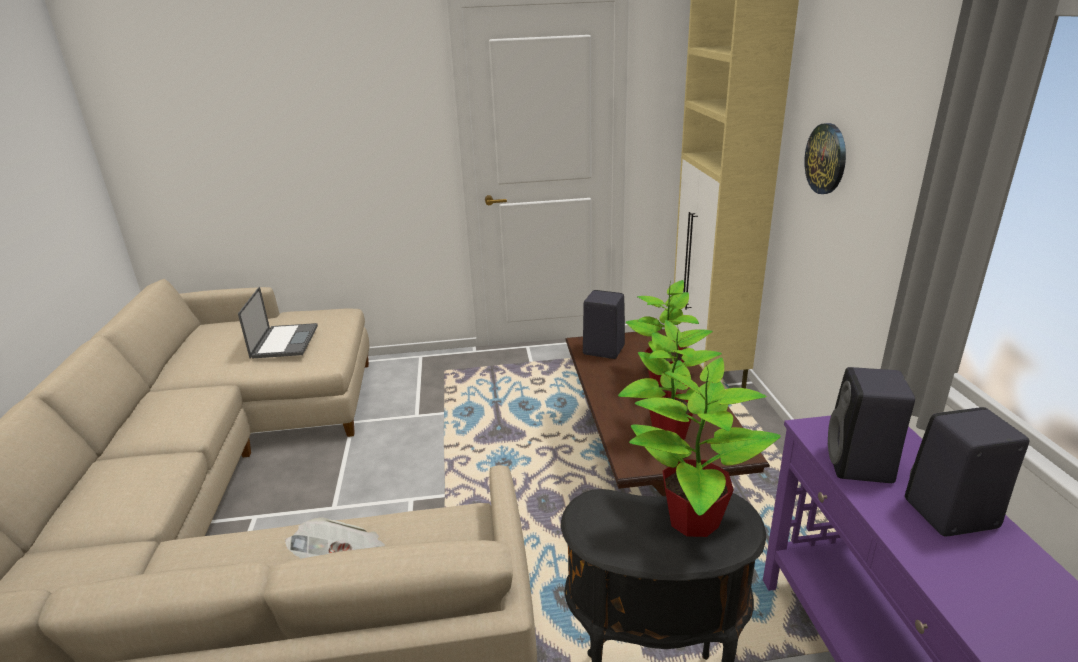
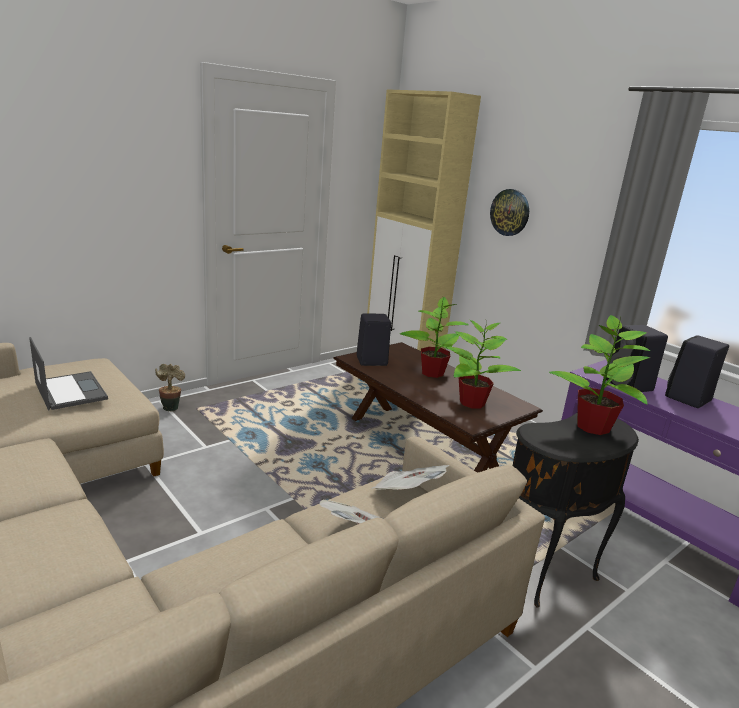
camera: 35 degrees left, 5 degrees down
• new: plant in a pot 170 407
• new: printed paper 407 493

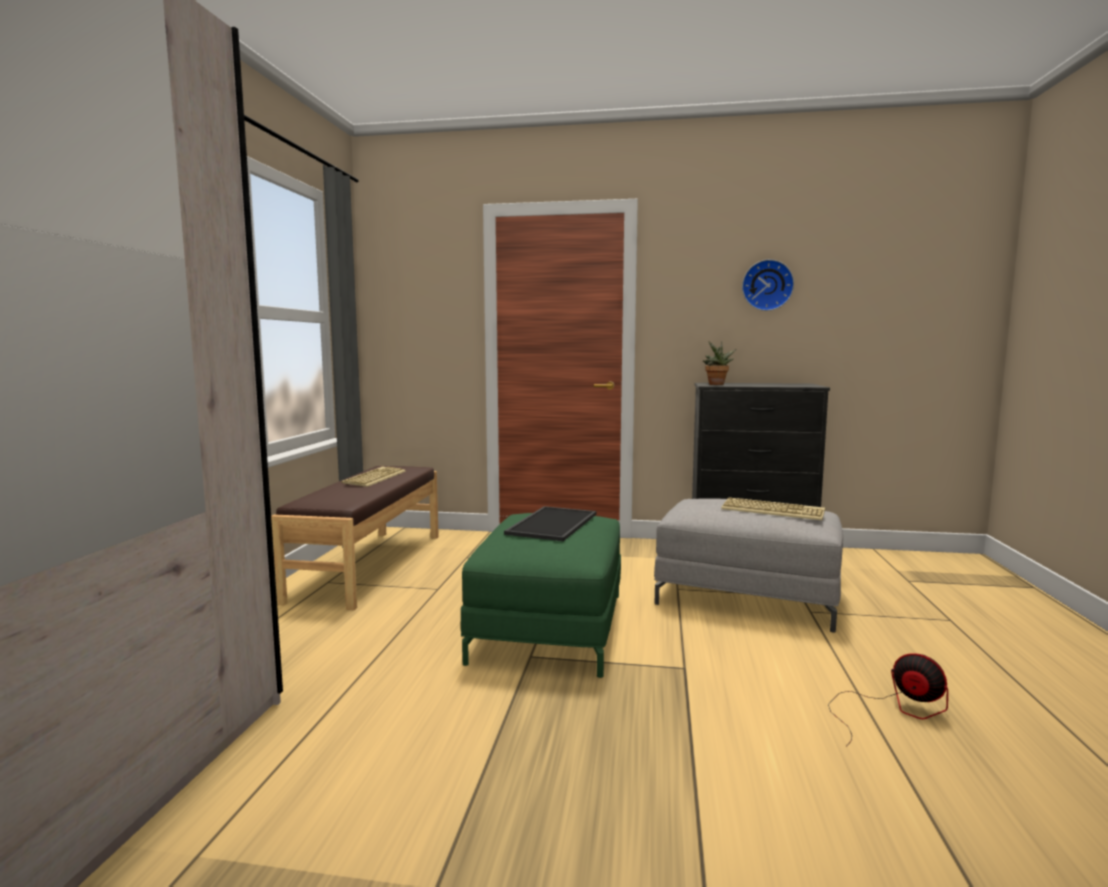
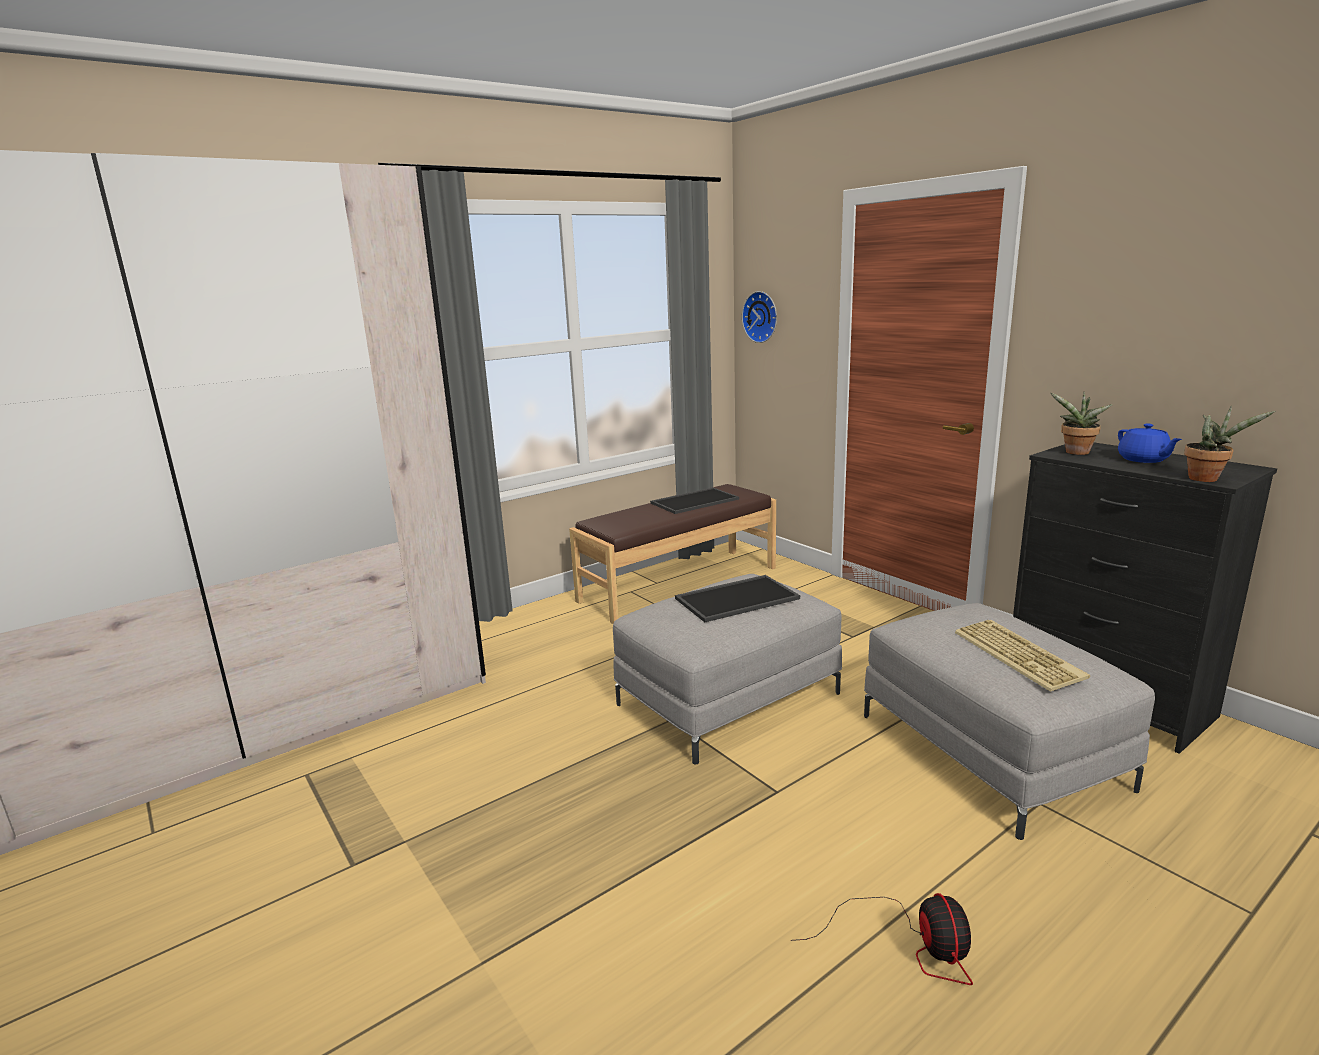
camera: 45 degrees right, 10 degrees up
• repainted: green-coloured ottoman 548 626 to grey ottoman 727 698
• swapped: keyboard 374 477 to carrying tray 694 501
• shifted: clock on the wall 767 285 to 762 317
• new: bluish teapot 1143 460
• new: plant in a pot 1207 479

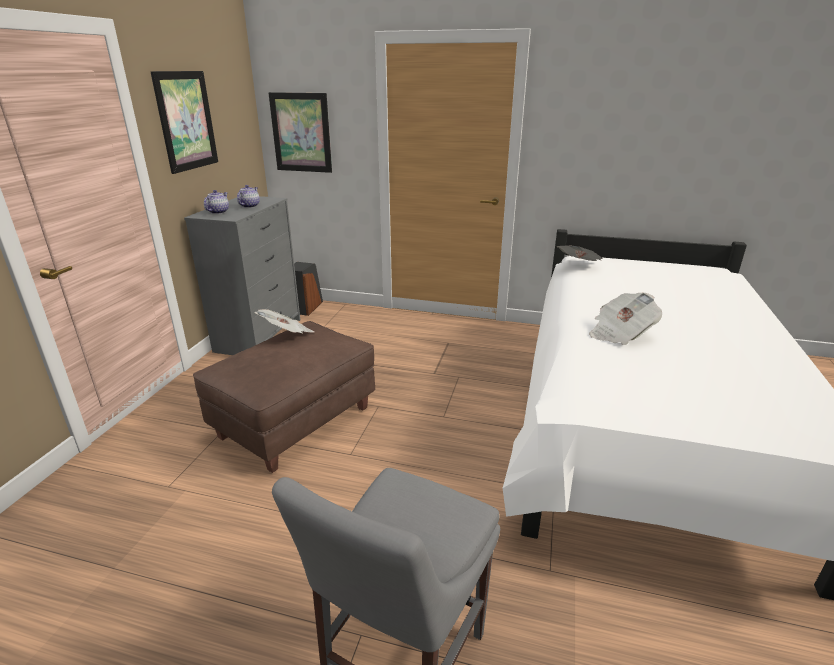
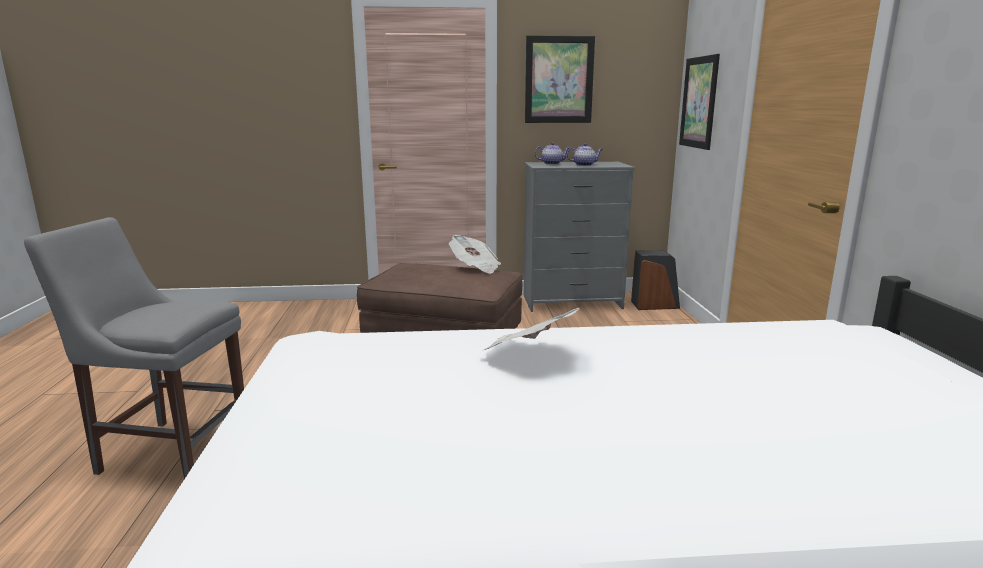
camera: 70 degrees right, 10 degrees down
• gone: printed paper 579 265

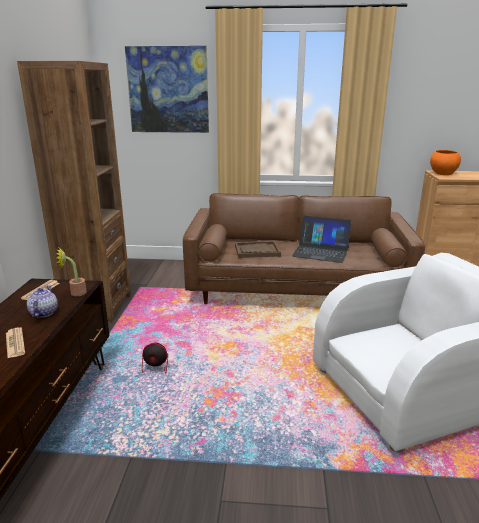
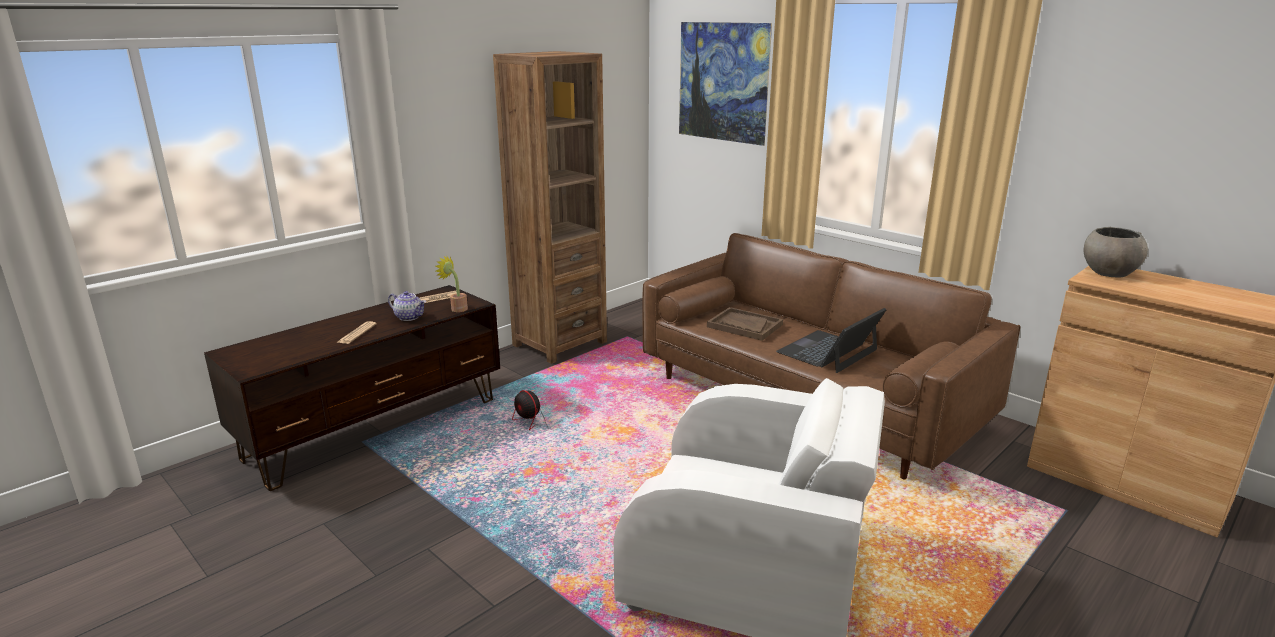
camera: 40 degrees right, 0 degrees up
• rotated: teapot 43 313 = 409 317 75 degrees clockwise
• rotated: portable computer 321 251 = 828 351 75 degrees clockwise
• repainted: orange deep dish 442 173 to grey deep dish 1108 273

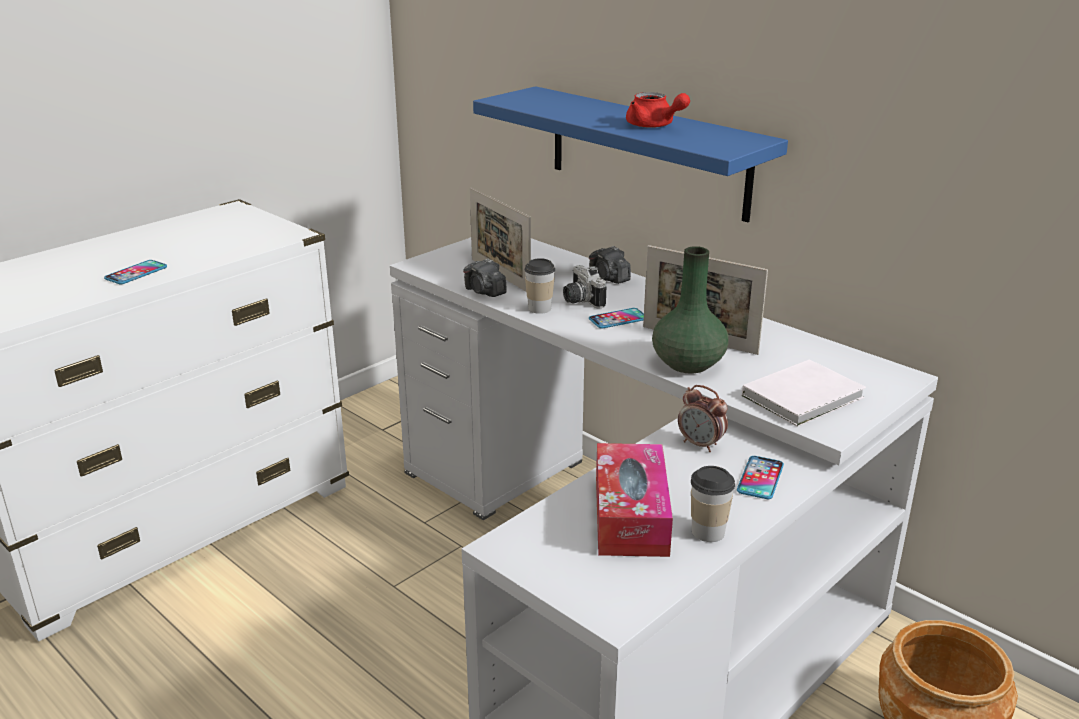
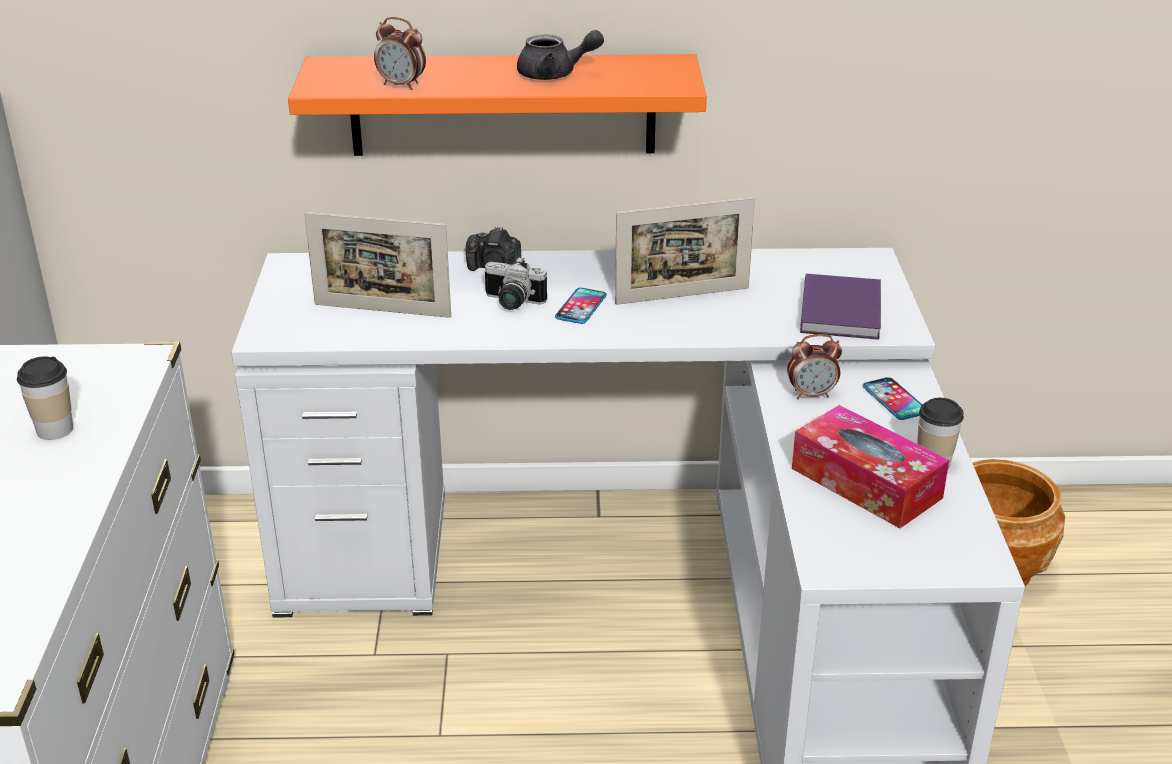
camera: 45 degrees left, 5 degrees up
• shifted: cup 539 308 to 54 429
• repainted: bluish bracket shelf 647 152 to orange bracket shelf 503 104
• new: table clock 402 85
• repainted: red-coloured teapot 654 126 to grey teapot 555 74
• repainted: whitish bound book 806 396 to purplish bound book 842 310
• gone: handset 136 273
• gone: photo camera 485 292
• gone: green-coloured decorative vase 687 364

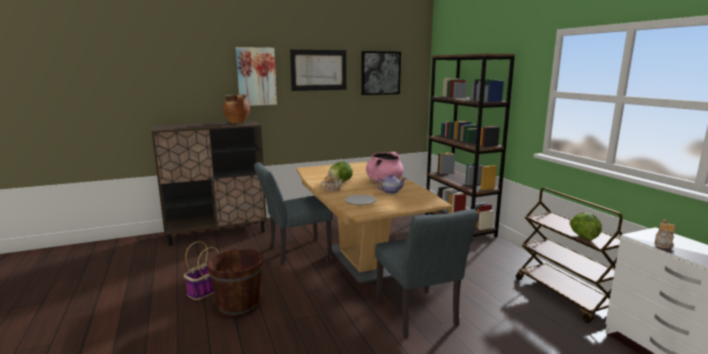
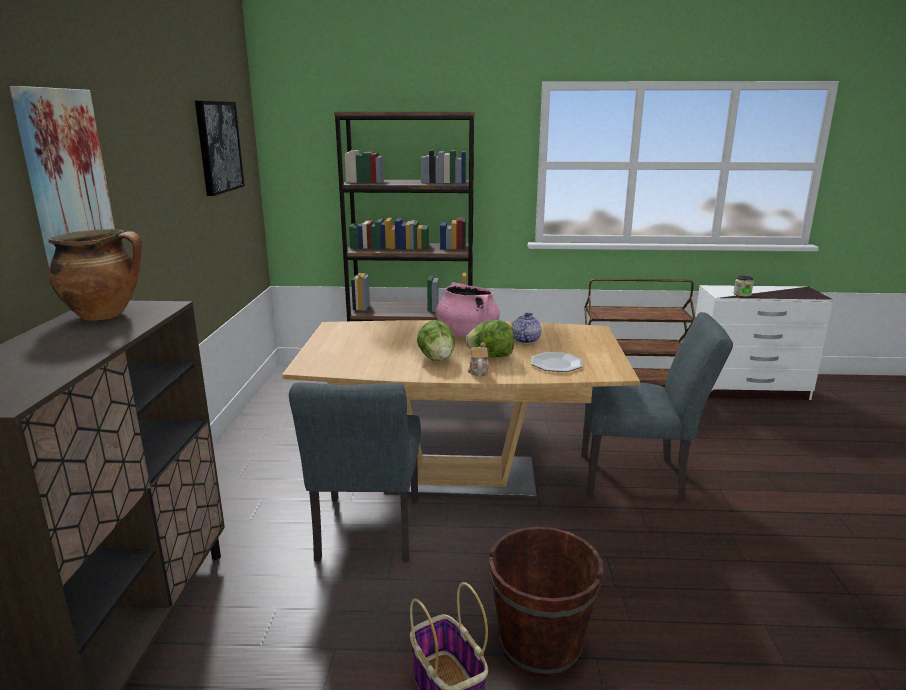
camera: 65 degrees left, 5 degrees up
• shifted: lettuce 583 237 to 491 356
• swapped: teapot 663 244 to jar 742 294
• gone: wall picture 319 70

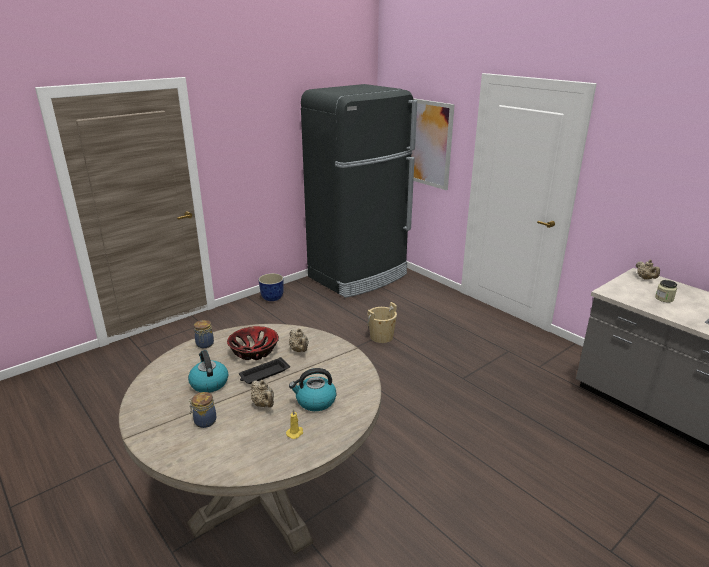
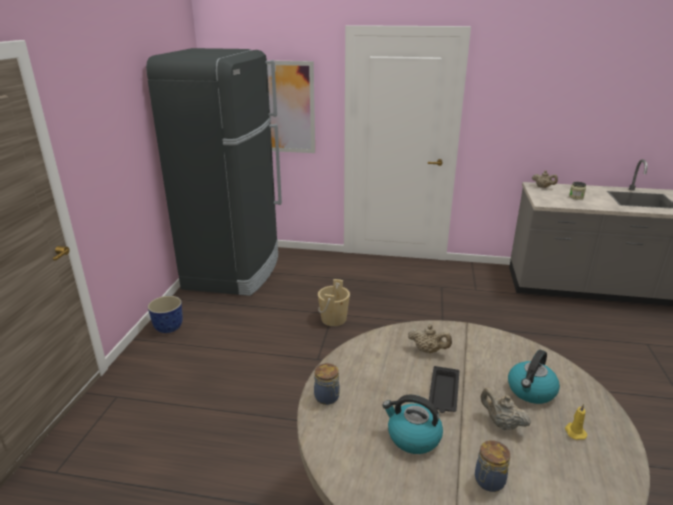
camera: 40 degrees left, 0 degrees up
• rotated: beige-coloured teapot 264 404 = 501 423 150 degrees counterclockwise
• gone: deep dish 254 352

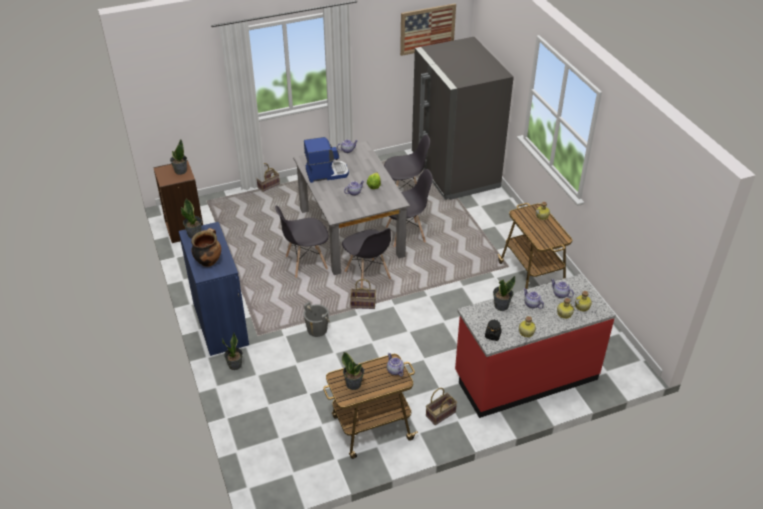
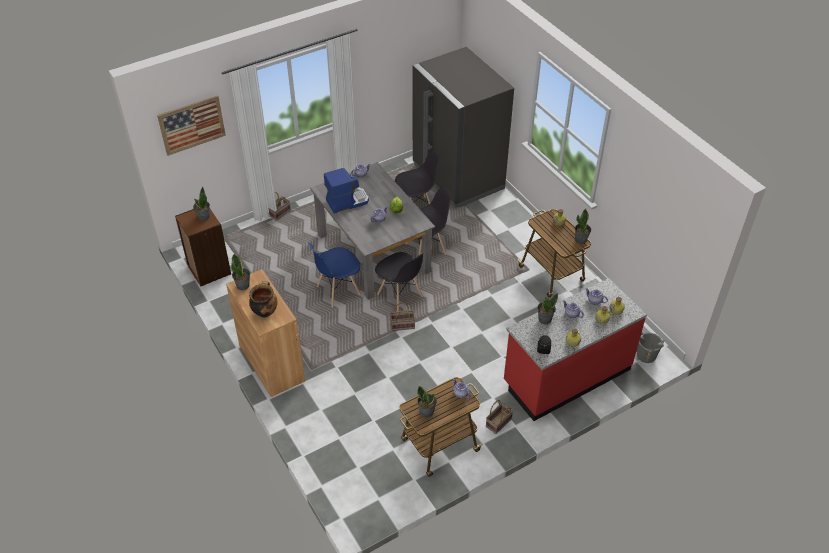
camera: 10 degrees left, 5 degrees up
• shifted: wall picture 427 29 to 192 125
• repainted: bluish cabinet 220 323 to brownish cabinet 271 363
• repainted: grey upright chair 305 263 to bluish upright chair 337 291
• shifted: plant in a pot 235 365 to 581 239
• shifted: grey bucket 317 329 to 646 355

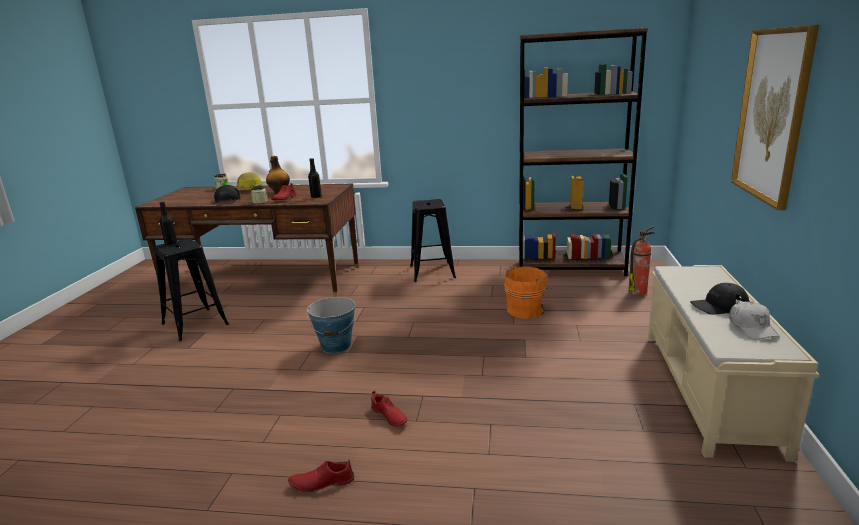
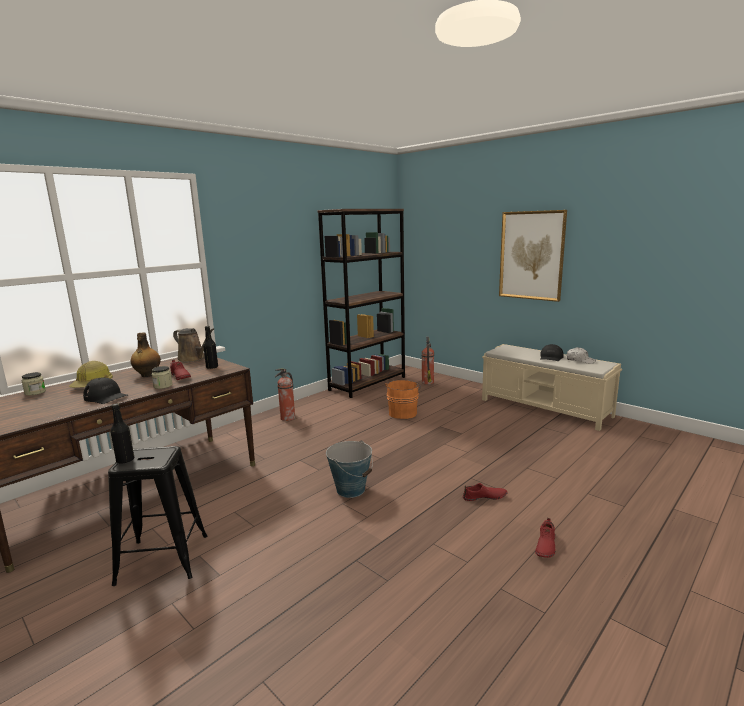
camera: 55 degrees left, 5 degrees down
• new: brownish watering can 193 359
• swapped: black-coloured stool 432 272 to fire-fighting cylinder 287 418

